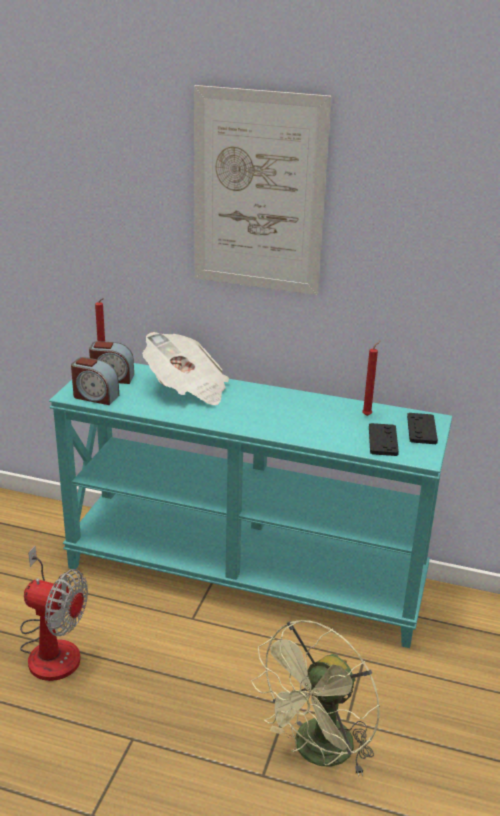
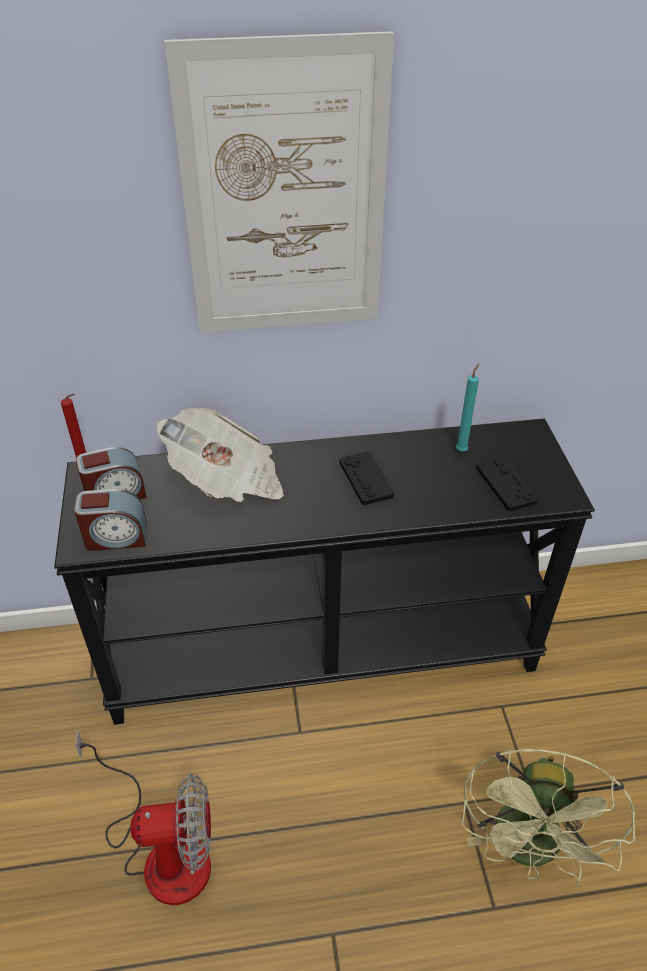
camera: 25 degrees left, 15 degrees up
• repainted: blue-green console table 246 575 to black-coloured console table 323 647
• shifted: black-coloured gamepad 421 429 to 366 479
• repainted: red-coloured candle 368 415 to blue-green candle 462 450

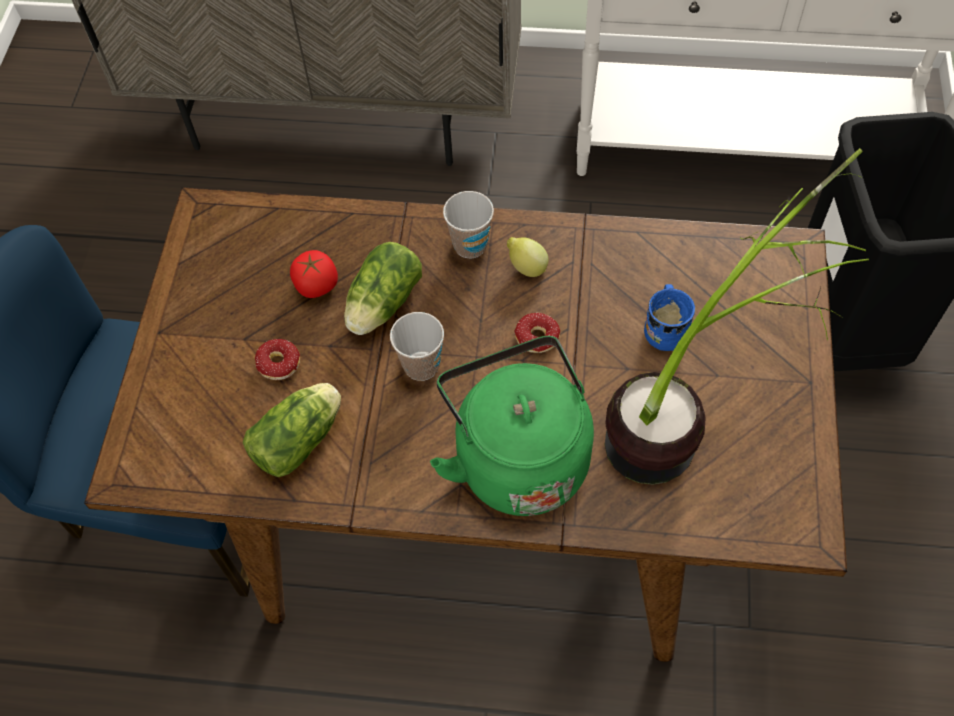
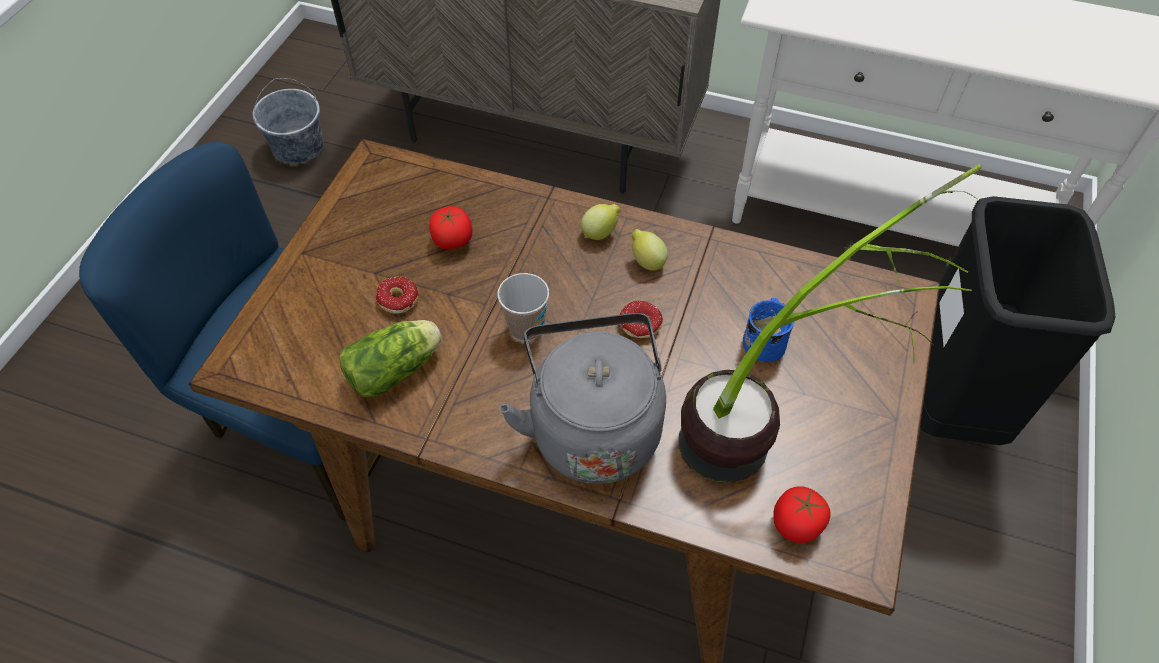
camera: 10 degrees right, 5 degrees down
• new: grey bucket 297 147
• repainted: green-coloured tea kettle 517 456 to grey tea kettle 592 427
• swapped: cup 470 245 to whole lemon 600 233
• new: fresh tomato 796 524
• gone: lettuce 381 305

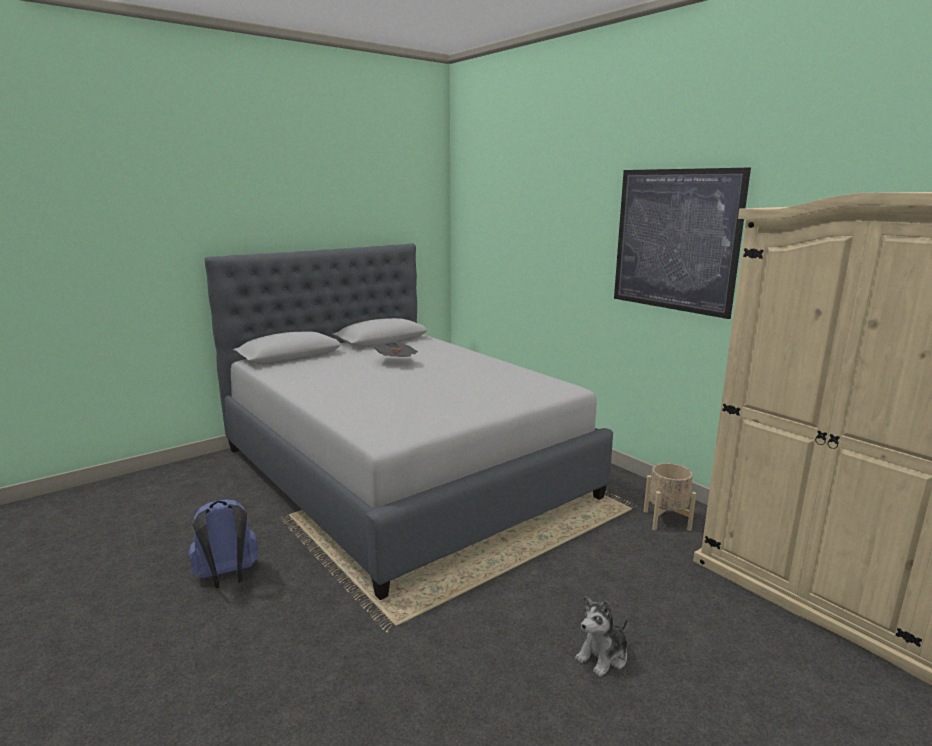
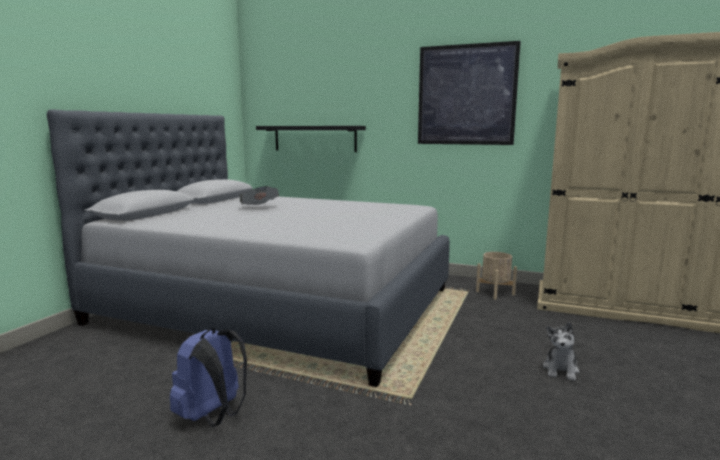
camera: 30 degrees left, 5 degrees down
• new: black-coloured bracket shelf 315 138

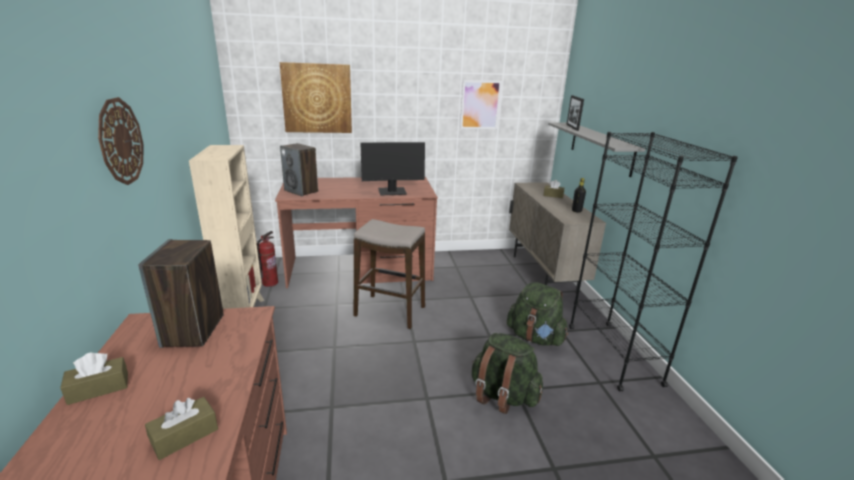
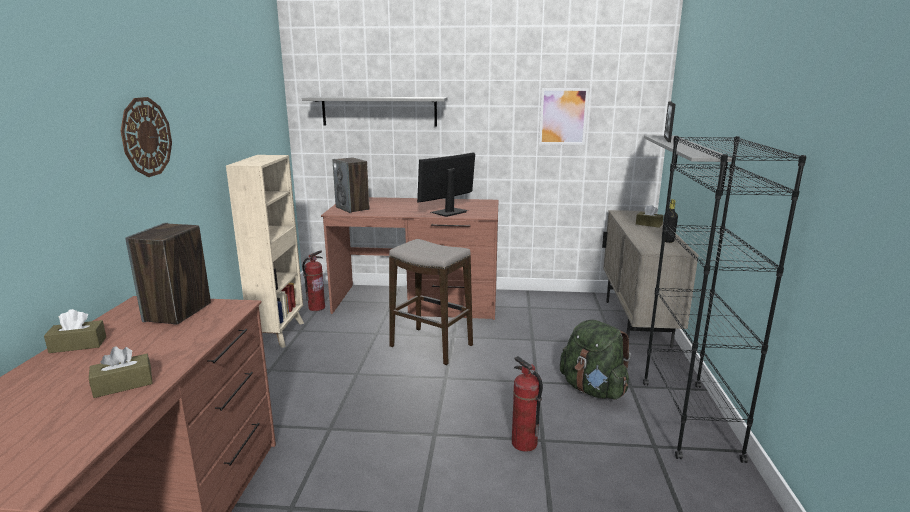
camera: 15 degrees right, 5 degrees down
• swapped: wall picture 317 98 to grey bracket shelf 379 111
• rotated: monitor 392 192 = 449 212 135 degrees clockwise
• swapped: green-coloured backpack 502 396 to fire-fighting cylinder 523 443

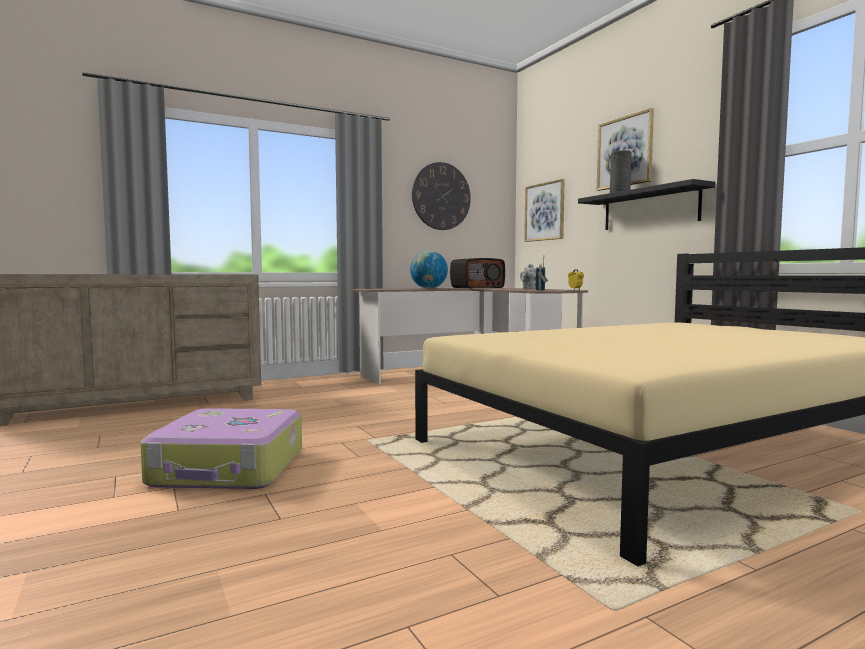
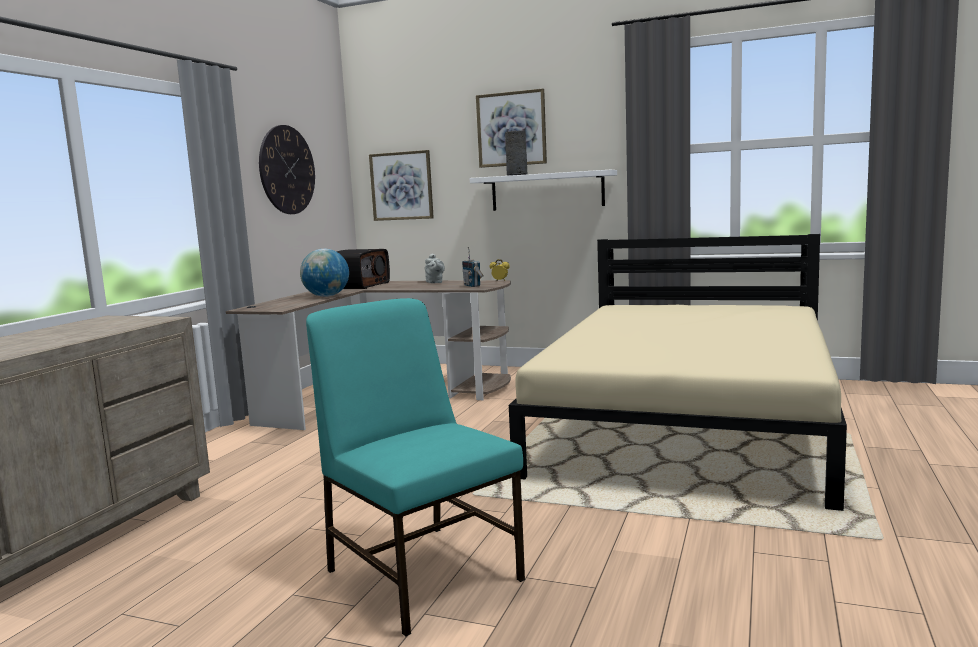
camera: 40 degrees left, 5 degrees up
• swapped: travel case 229 468 to blue-green upright chair 423 573
• repainted: black-coloured bracket shelf 649 209 to whitish bracket shelf 547 191

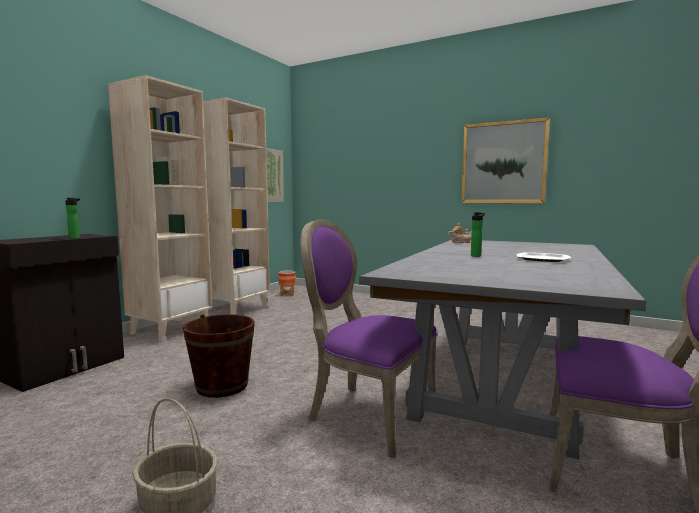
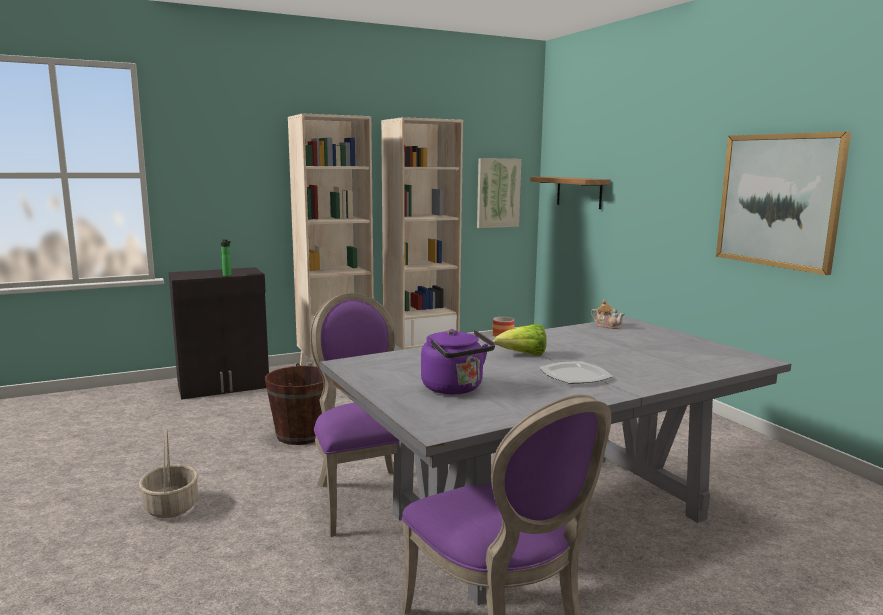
camera: 35 degrees right, 5 degrees up
• new: purplish tea kettle 455 389
• swapped: bottle 476 256 to lettuce 523 355
• new: bracket shelf 579 192

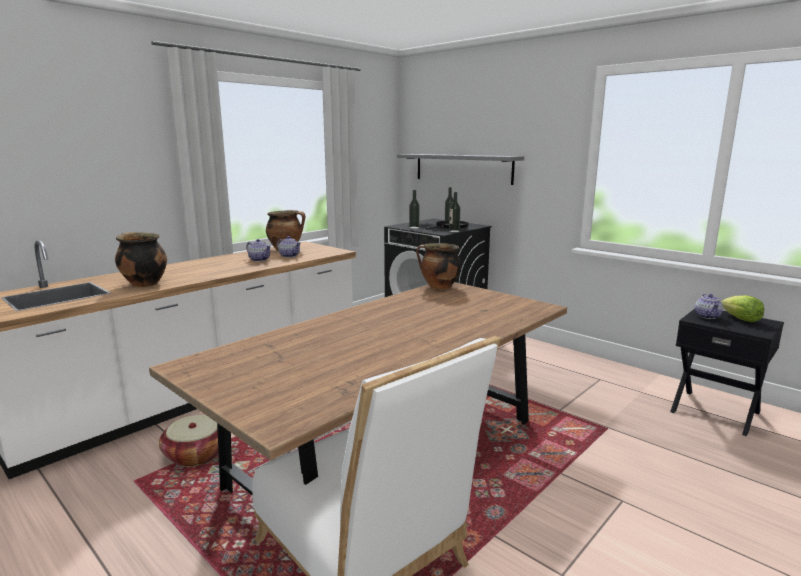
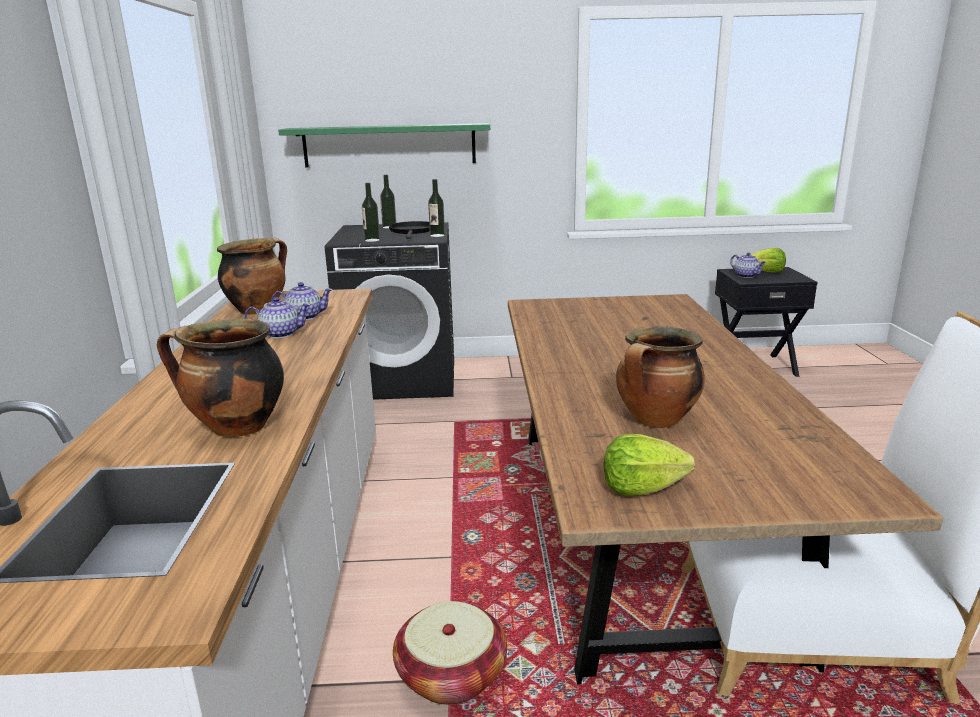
camera: 45 degrees left, 5 degrees up
• repainted: grey bracket shelf 462 168 to green-coloured bracket shelf 389 145
• new: lettuce 641 488
• shifted: saucepot 439 287 to 656 421

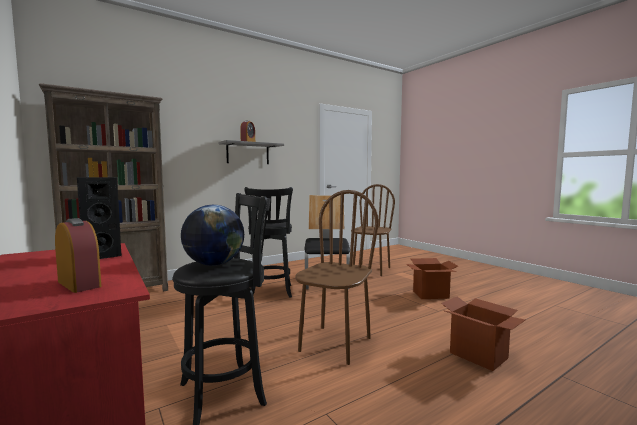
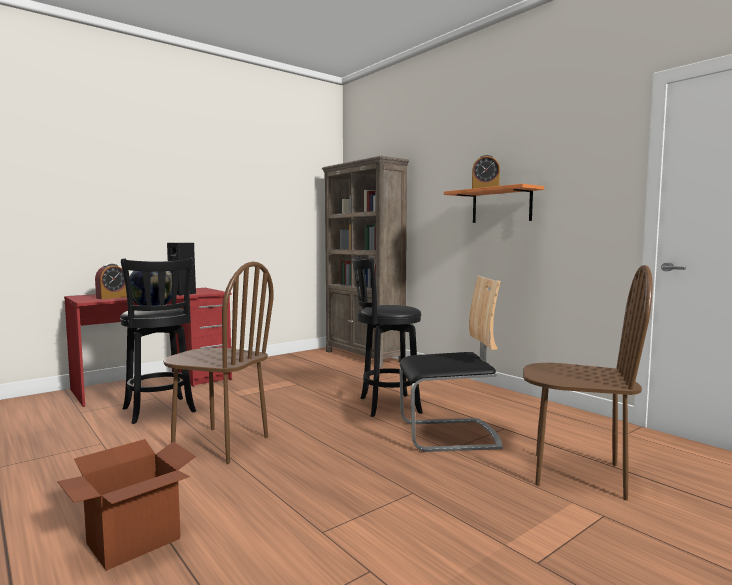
camera: 85 degrees right, 0 degrees up
• repainted: grey bracket shelf 248 153 to orange bracket shelf 501 205
• gone: carton 430 295

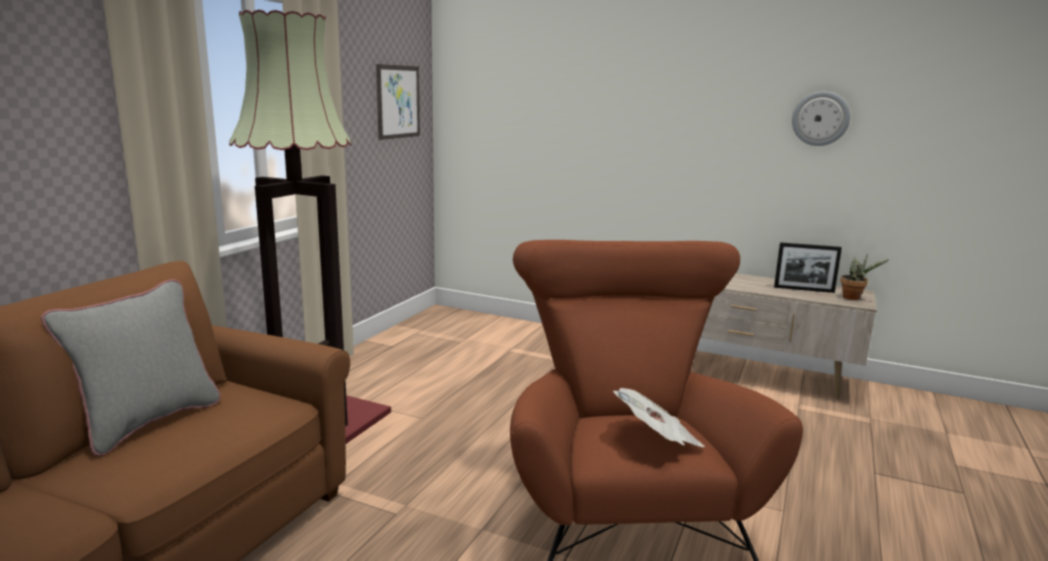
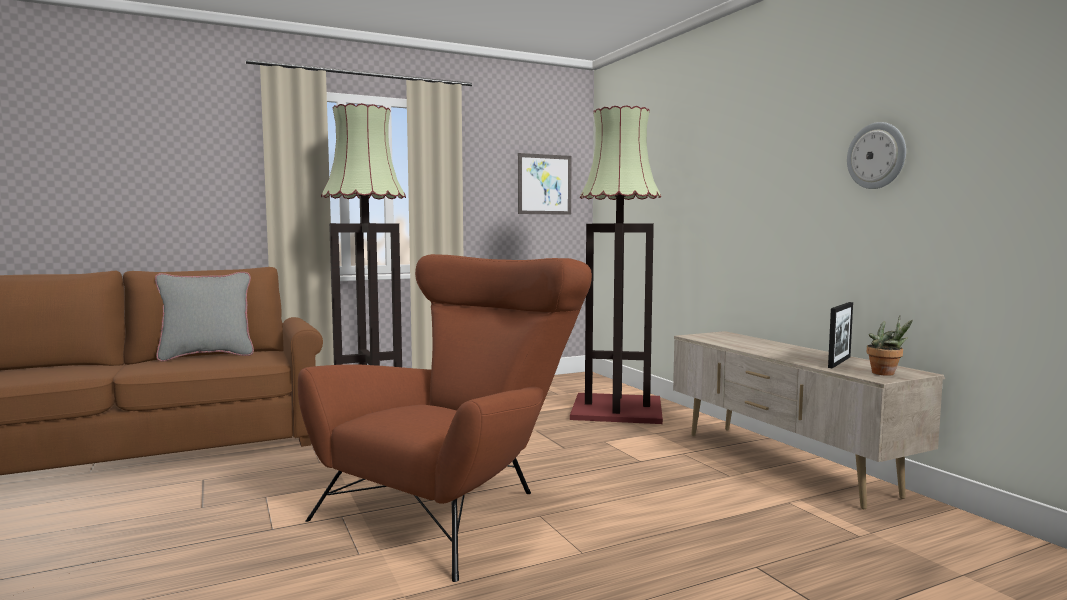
camera: 40 degrees right, 10 degrees down
• new: standard lamp 618 409
• rotated: photo frame 804 289 = 839 362 105 degrees counterclockwise
• gone: printed paper 657 439

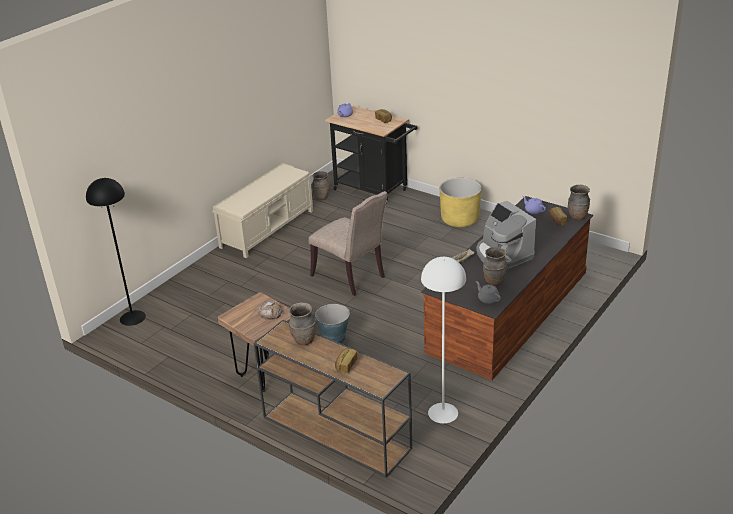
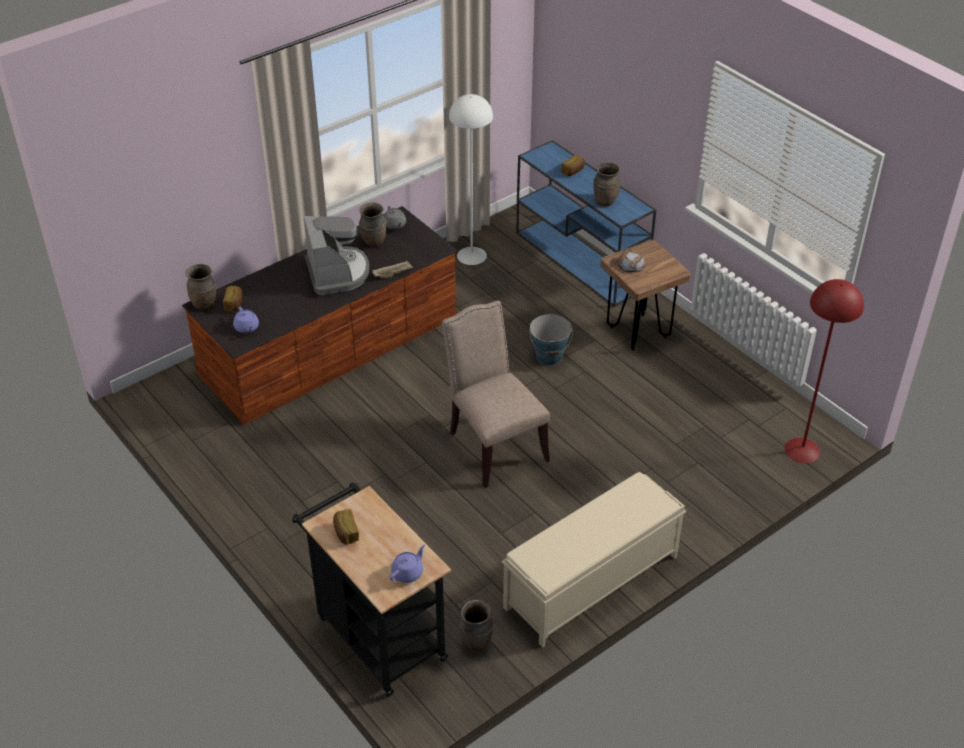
camera: 165 degrees left, 10 degrees up
• repainted: brownish console table 334 432 to bluish console table 581 261
• repainted: black-coloured standard lamp 132 318 to red-coloured standard lamp 802 450
• gone: yellow flower pot 460 220

